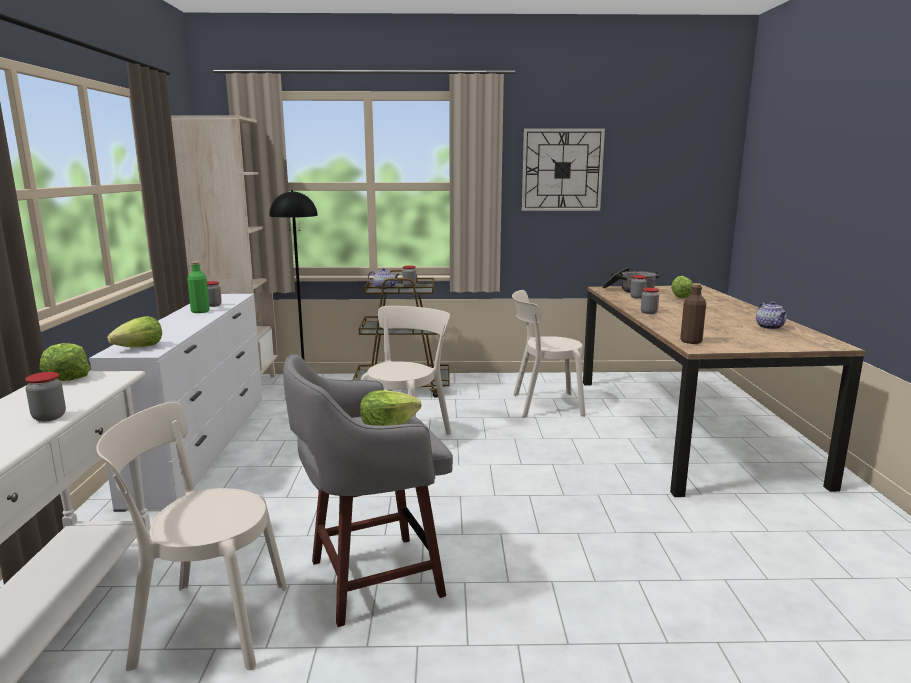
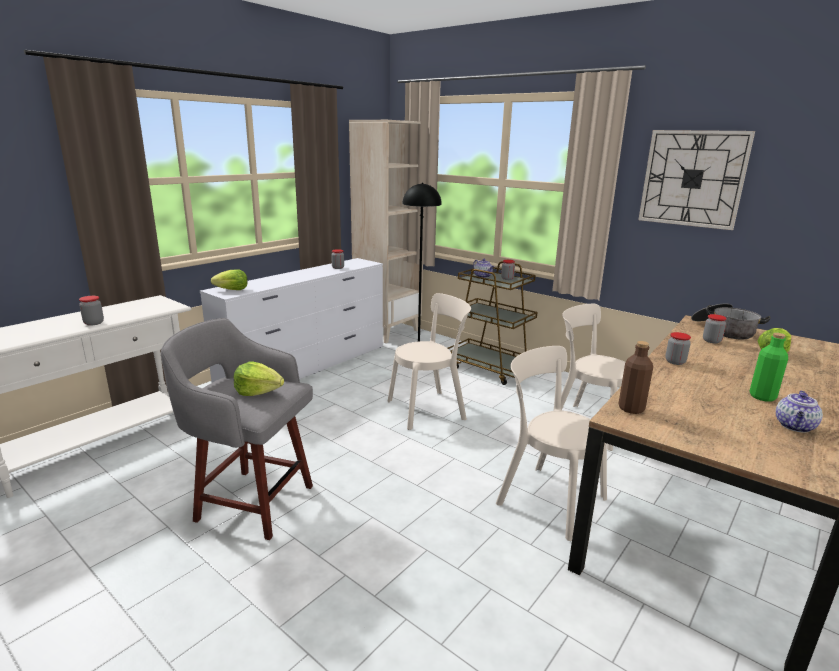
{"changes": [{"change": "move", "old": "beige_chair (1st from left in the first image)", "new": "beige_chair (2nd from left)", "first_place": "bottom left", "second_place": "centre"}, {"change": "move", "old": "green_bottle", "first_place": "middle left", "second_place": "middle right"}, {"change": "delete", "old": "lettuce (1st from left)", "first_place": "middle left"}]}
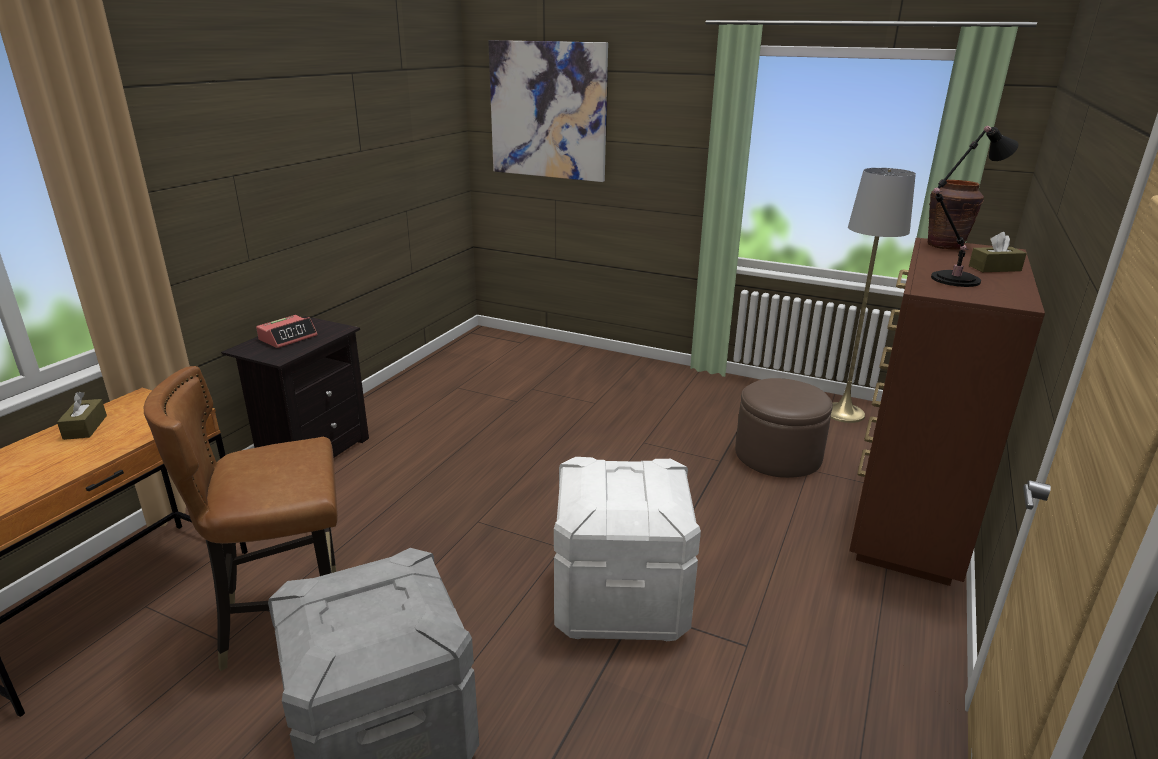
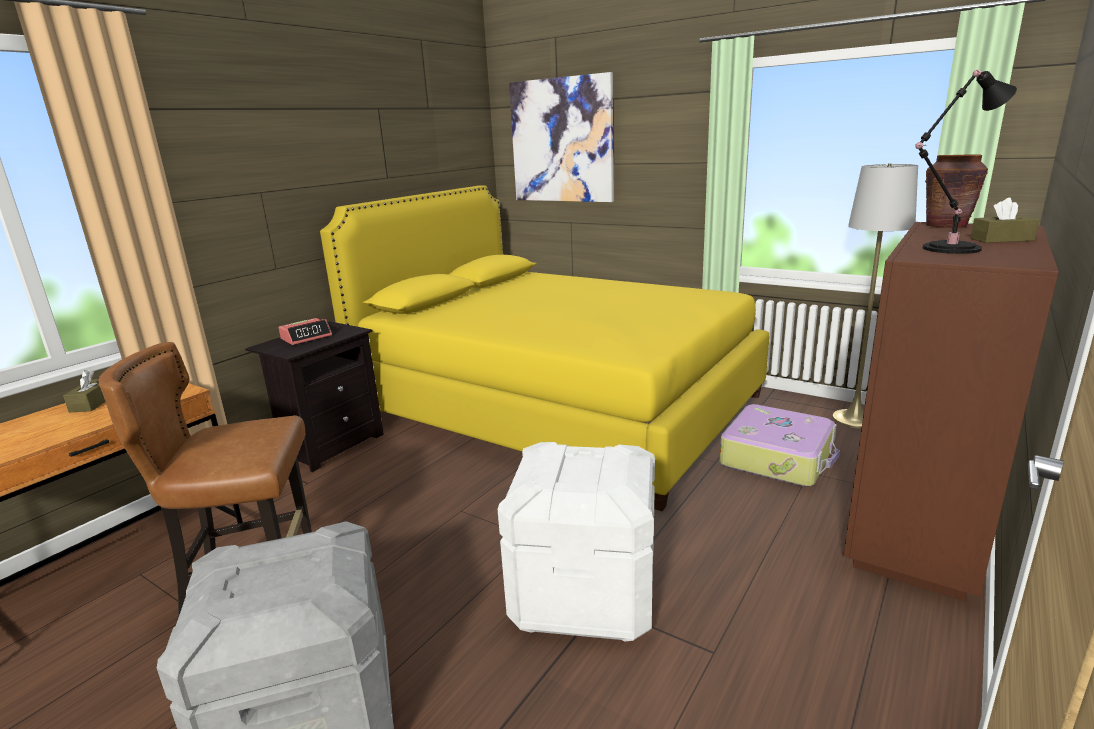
{"changes": [{"change": "insert", "new": "yellow_bed", "second_place": "centre"}, {"change": "replace", "old": "brown_ottoman", "new": "suitcase", "first_place": "middle right", "second_place": "middle right"}]}
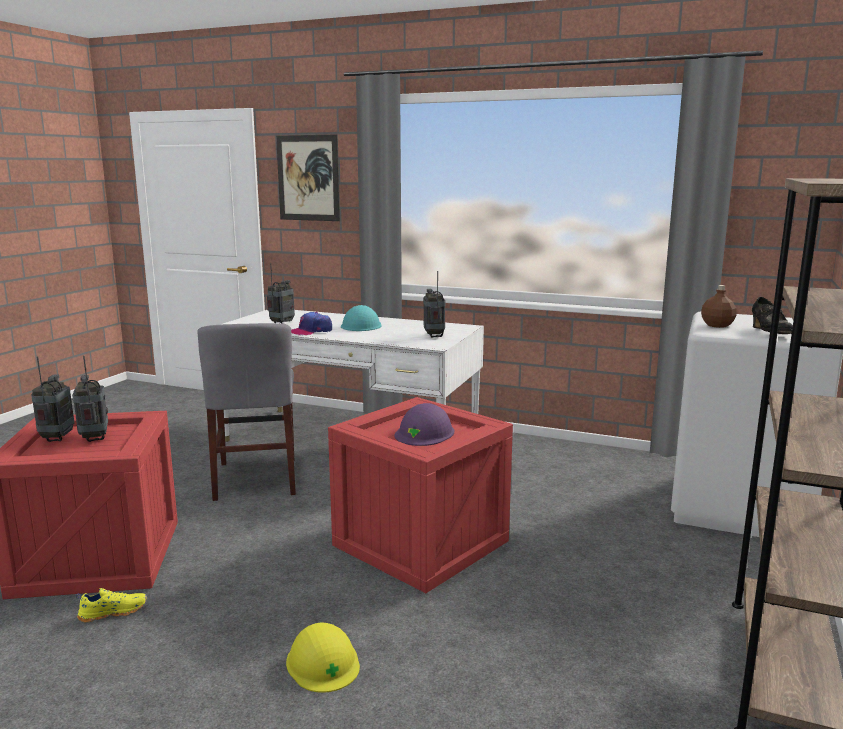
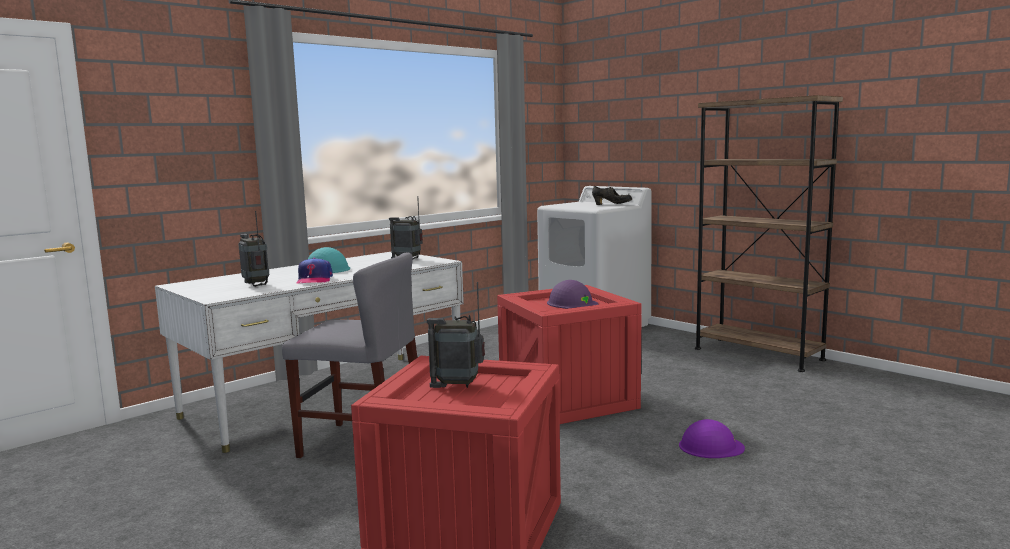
{"changes": [{"change": "recolor", "old": "yellow_hard_hat", "new": "purple_hard_hat (2nd from left)", "first_place": "bottom centre", "second_place": "bottom right"}, {"change": "delete", "old": "radio (1st from left)", "first_place": "middle left"}, {"change": "delete", "old": "yellow_shoe", "first_place": "bottom left"}, {"change": "delete", "old": "picture", "first_place": "top centre"}, {"change": "delete", "old": "brown_bottle", "first_place": "middle right"}]}
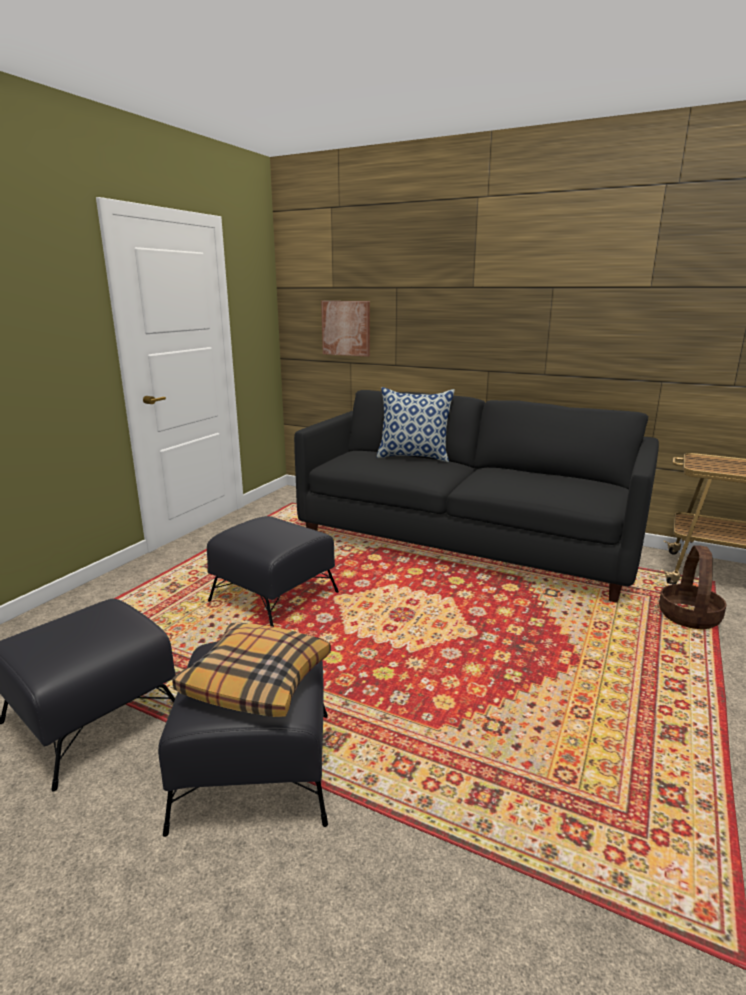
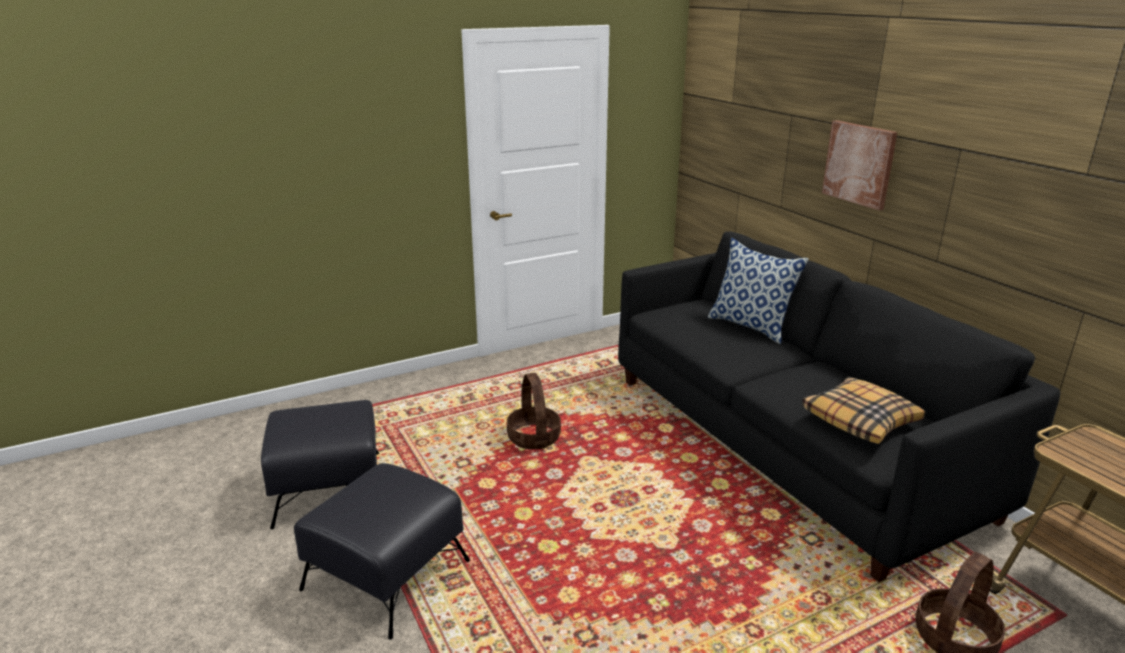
{"changes": [{"change": "replace", "old": "black_ottoman (3rd from left)", "new": "basket (1st from left)", "first_place": "centre", "second_place": "centre"}, {"change": "move", "old": "pillow (1st from left in the first image)", "new": "pillow (2nd from left)", "first_place": "bottom centre", "second_place": "middle right"}, {"change": "move", "old": "picture", "first_place": "top centre", "second_place": "top right"}]}
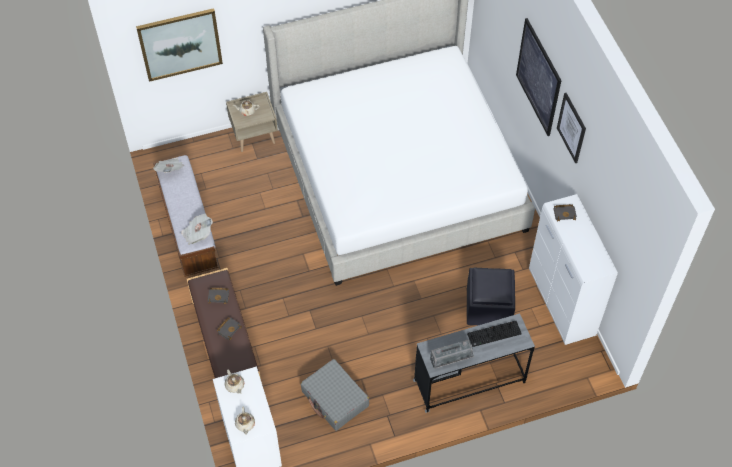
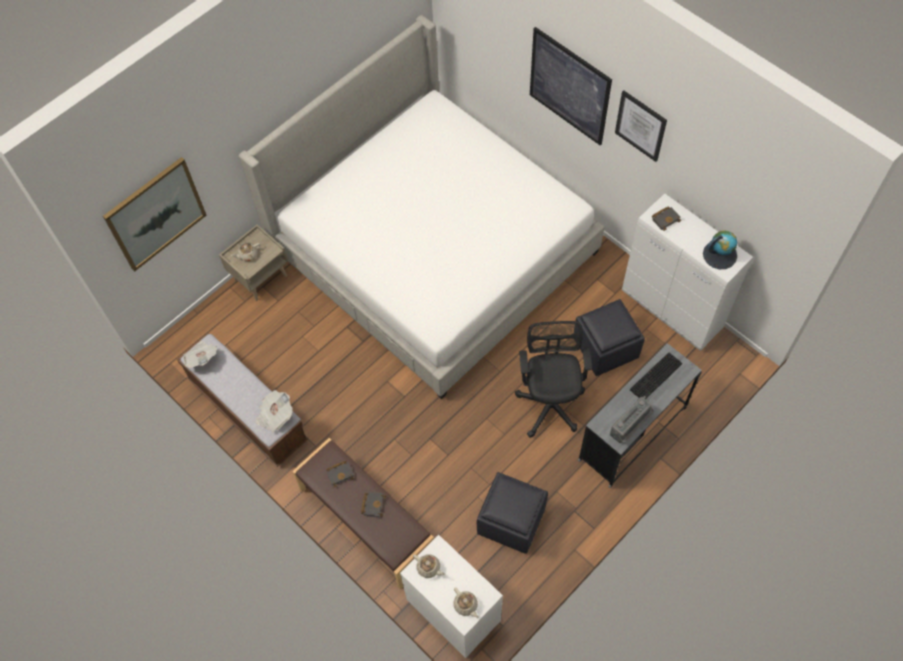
{"changes": [{"change": "replace", "old": "grey_suitcase", "new": "black_ottoman (1st from left)", "first_place": "bottom centre", "second_place": "bottom centre"}, {"change": "insert", "new": "black_office_chair", "second_place": "centre"}, {"change": "insert", "new": "globe", "second_place": "middle right"}]}
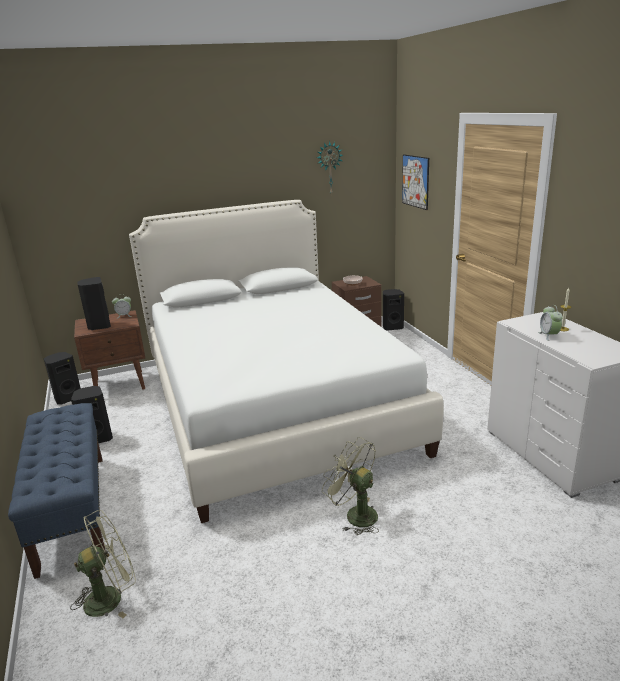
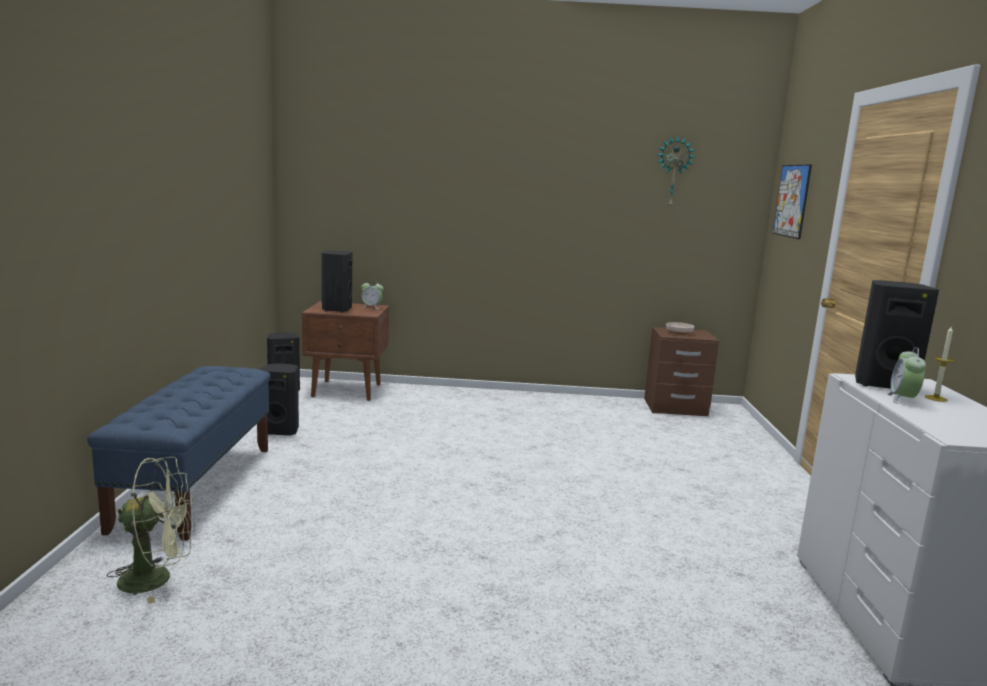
{"changes": [{"change": "move", "old": "black_speaker (4th from left)", "first_place": "centre", "second_place": "middle right"}, {"change": "delete", "old": "white_bed", "first_place": "centre"}, {"change": "delete", "old": "green_fan (2nd from left)", "first_place": "bottom centre"}]}
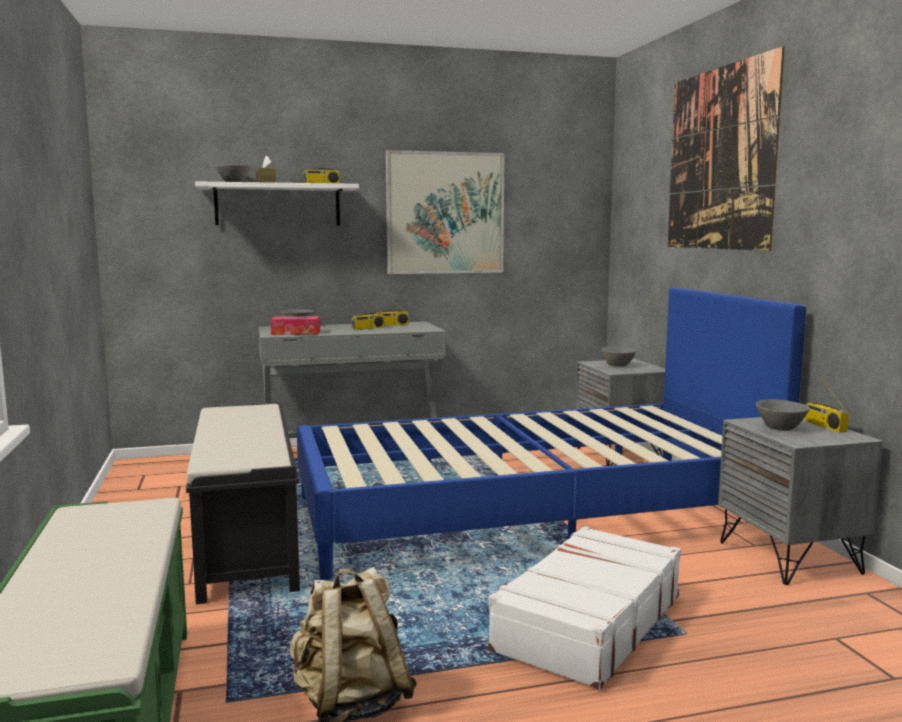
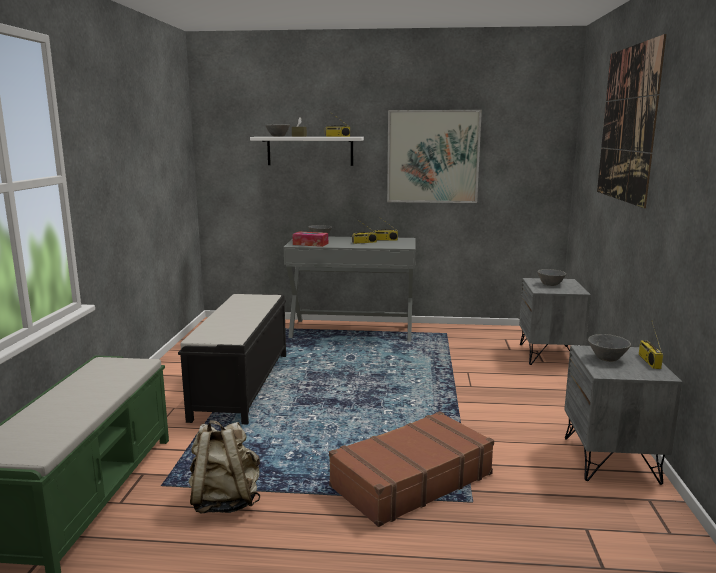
{"changes": [{"change": "recolor", "old": "white_suitcase", "new": "brown_suitcase", "first_place": "bottom centre", "second_place": "bottom centre"}, {"change": "delete", "old": "blue_bed", "first_place": "centre"}]}
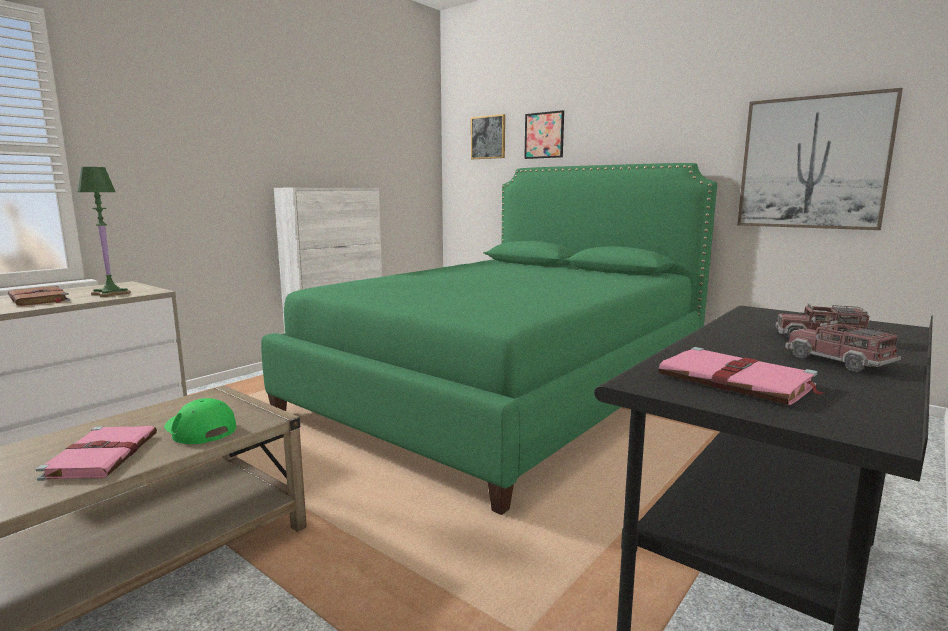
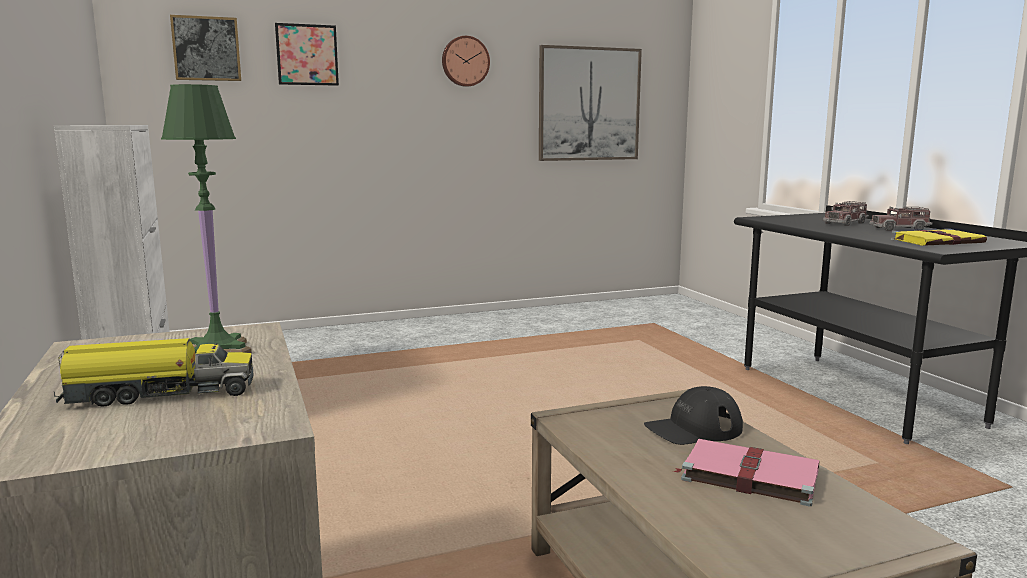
{"changes": [{"change": "replace", "old": "brown_book", "new": "toy_truck (1st from left)", "first_place": "middle left", "second_place": "middle left"}, {"change": "insert", "new": "wall_clock", "second_place": "top centre"}, {"change": "recolor", "old": "green_cap", "new": "black_cap", "first_place": "bottom left", "second_place": "bottom right"}, {"change": "recolor", "old": "pink_book (2nd from left)", "new": "yellow_book", "first_place": "middle right", "second_place": "middle right"}, {"change": "delete", "old": "green_bed", "first_place": "centre"}]}
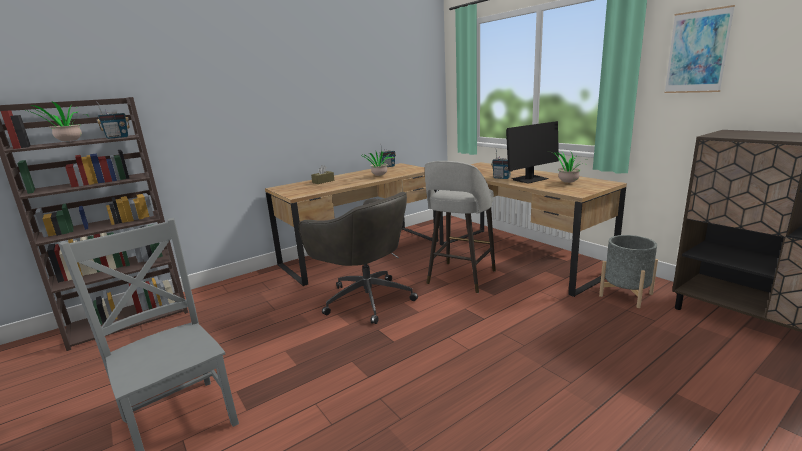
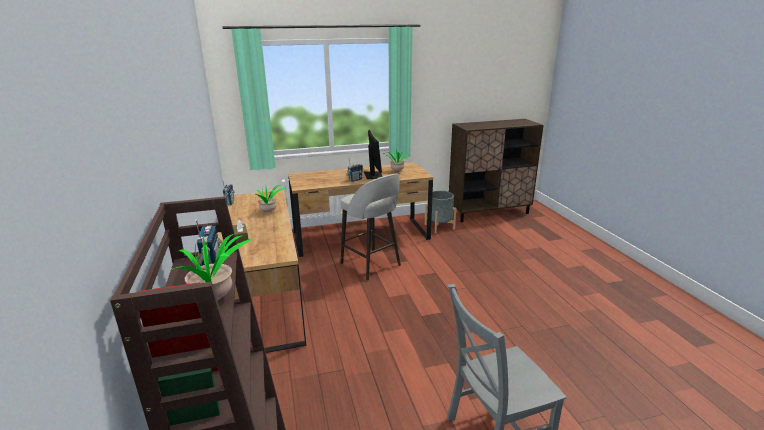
{"changes": [{"change": "delete", "old": "grey_office_chair", "first_place": "centre"}, {"change": "delete", "old": "picture", "first_place": "top right"}]}
